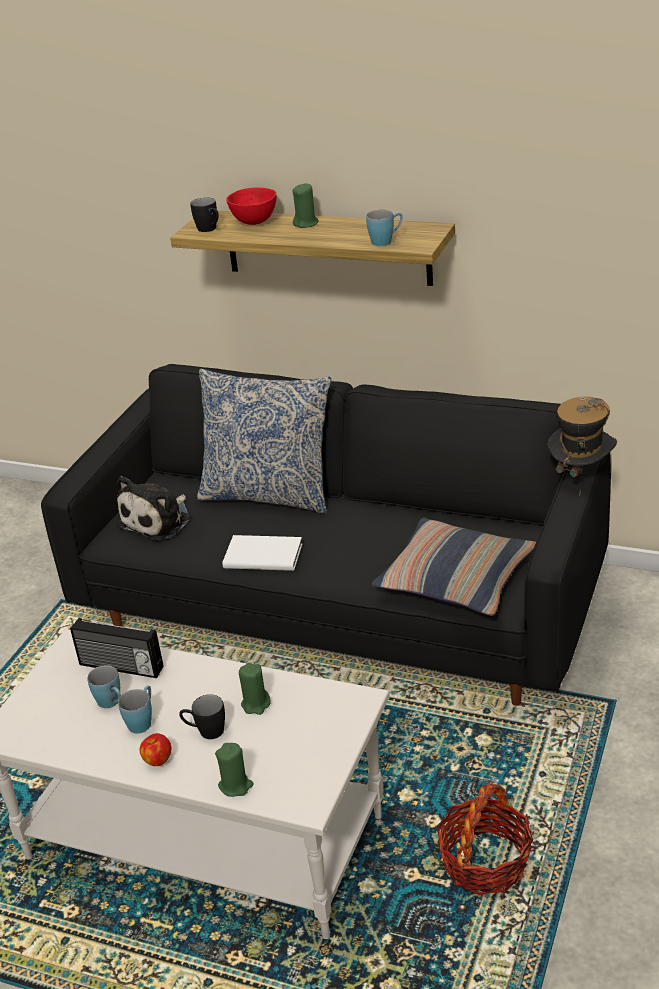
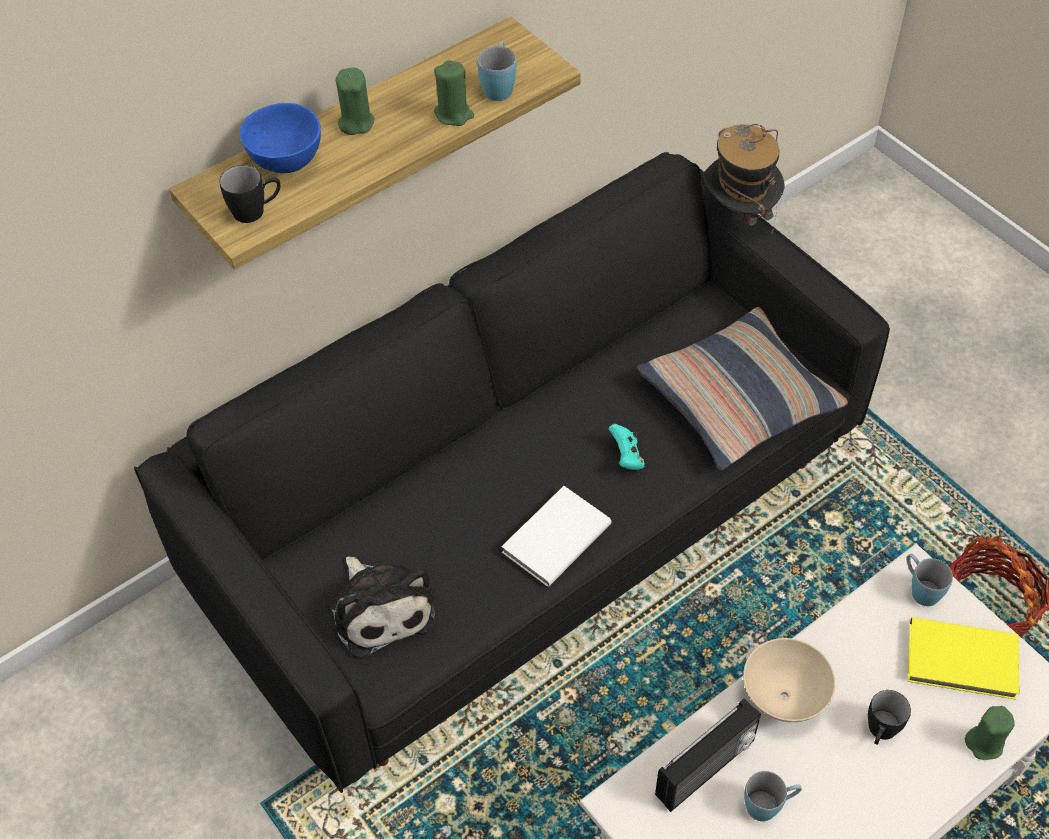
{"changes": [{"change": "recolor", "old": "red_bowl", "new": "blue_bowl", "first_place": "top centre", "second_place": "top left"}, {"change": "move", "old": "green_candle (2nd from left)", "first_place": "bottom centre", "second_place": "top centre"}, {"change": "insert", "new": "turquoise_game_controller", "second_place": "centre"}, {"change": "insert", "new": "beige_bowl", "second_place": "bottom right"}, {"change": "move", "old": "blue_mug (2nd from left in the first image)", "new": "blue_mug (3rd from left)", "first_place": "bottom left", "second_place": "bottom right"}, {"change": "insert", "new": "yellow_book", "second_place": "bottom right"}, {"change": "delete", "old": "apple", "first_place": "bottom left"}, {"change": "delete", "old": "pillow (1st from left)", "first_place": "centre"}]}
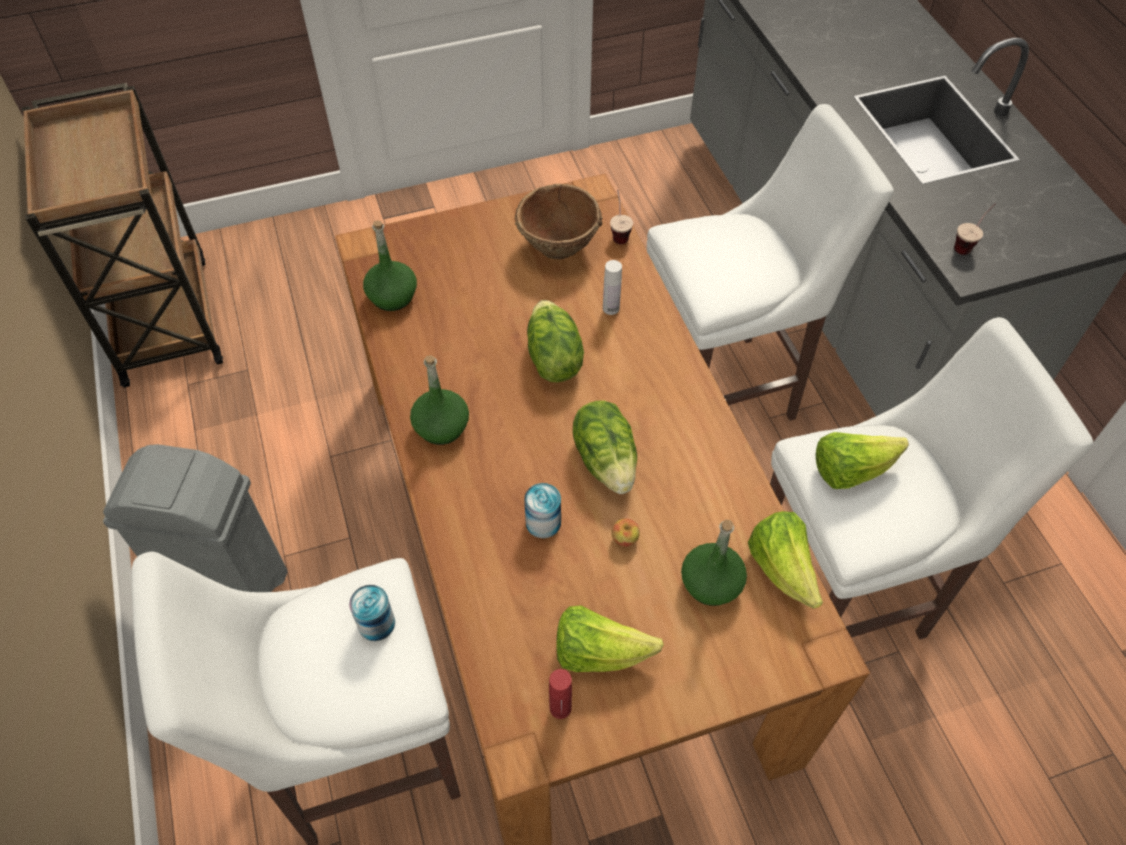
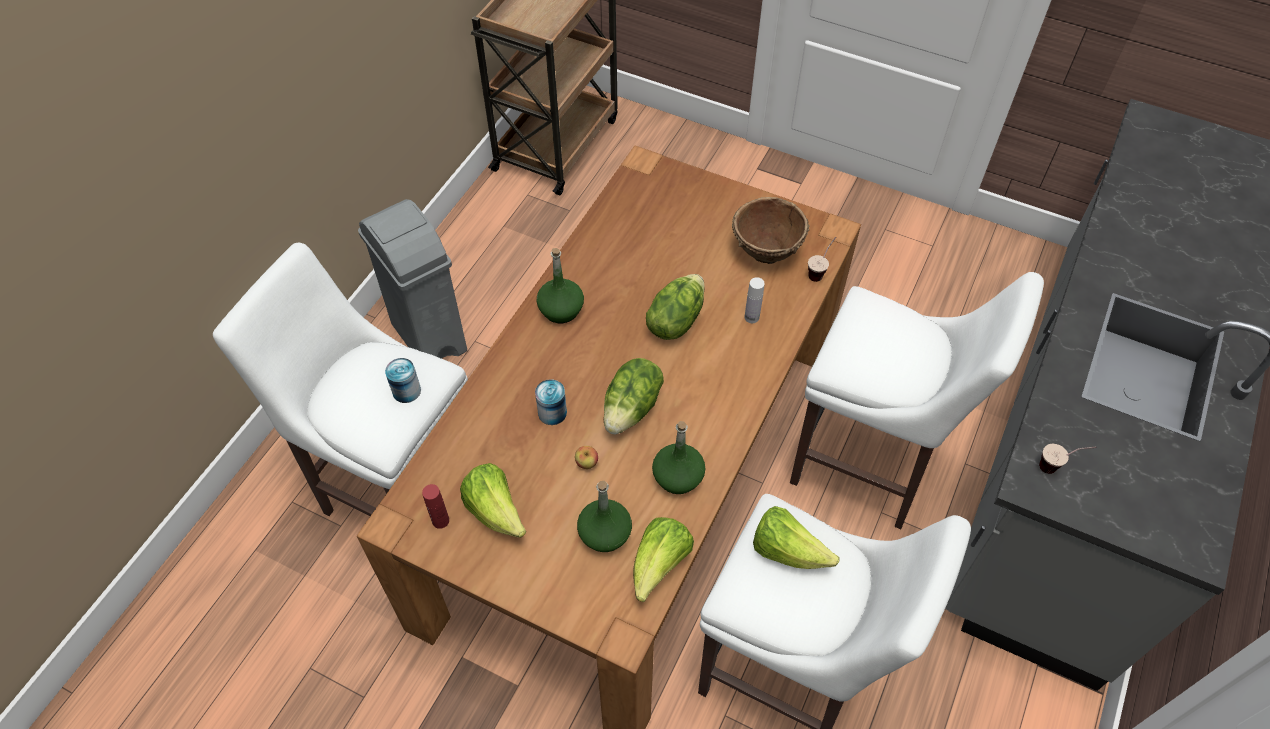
{"changes": [{"change": "move", "old": "green_bottle (1st from left in the first image)", "new": "green_bottle (3rd from left)", "first_place": "top centre", "second_place": "centre"}]}
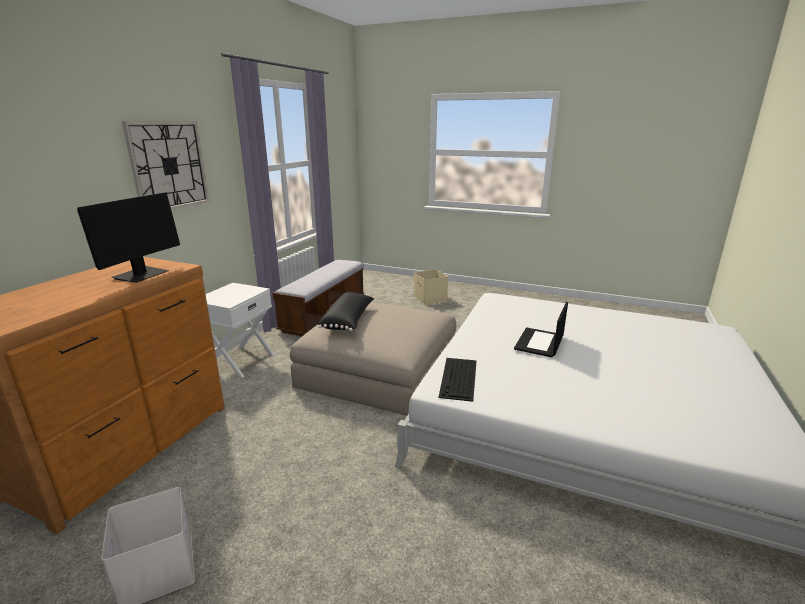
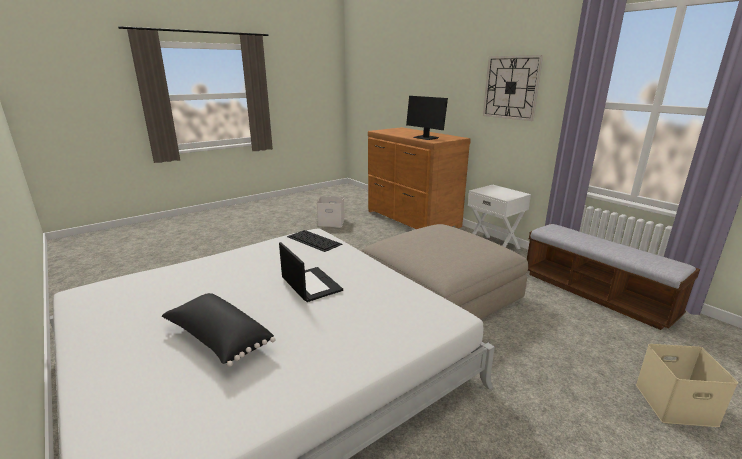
{"changes": [{"change": "move", "old": "black_pillow", "first_place": "centre", "second_place": "bottom left"}]}
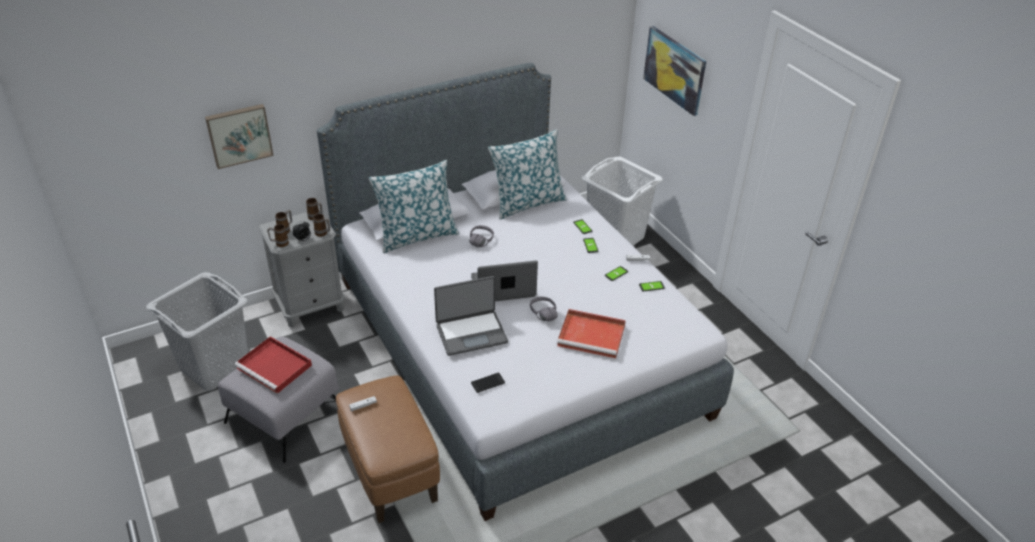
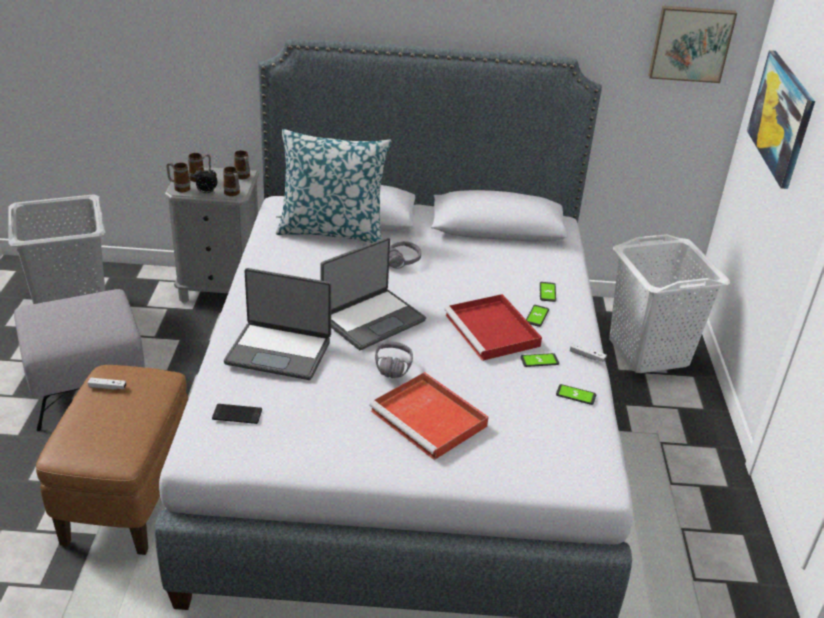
{"changes": [{"change": "rotate", "old": "laptop (2nd from left)", "first_place": "centre", "second_place": "centre", "degrees": 120}, {"change": "move", "old": "red_tray (1st from left in the first image)", "new": "red_tray (2nd from left)", "first_place": "bottom left", "second_place": "centre"}, {"change": "move", "old": "picture (1st from left)", "first_place": "top left", "second_place": "top right"}, {"change": "delete", "old": "pillow (2nd from left)", "first_place": "top centre"}]}
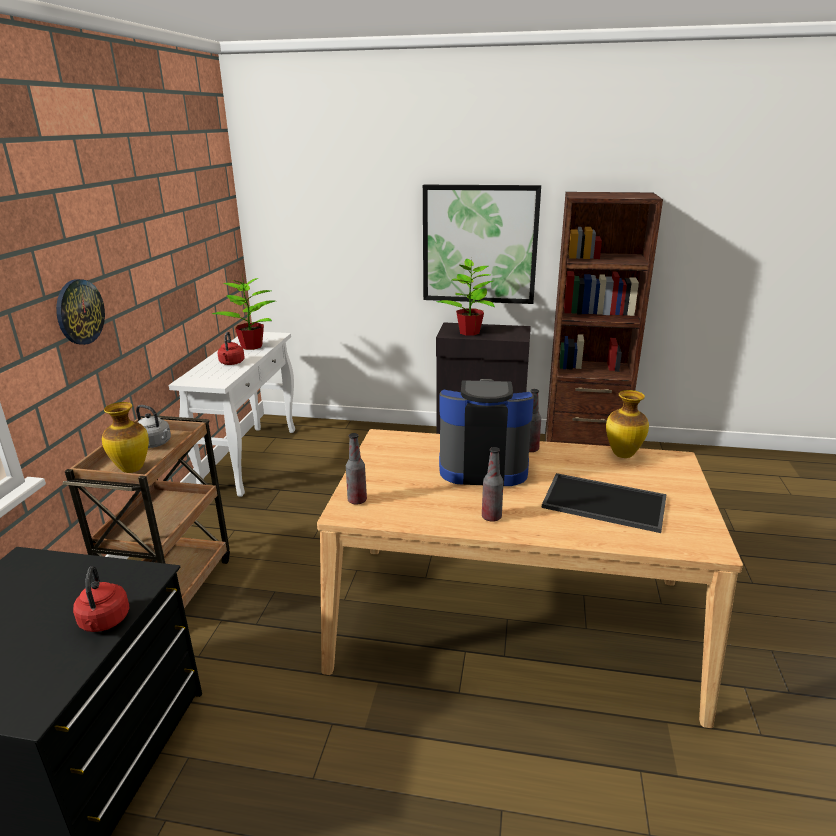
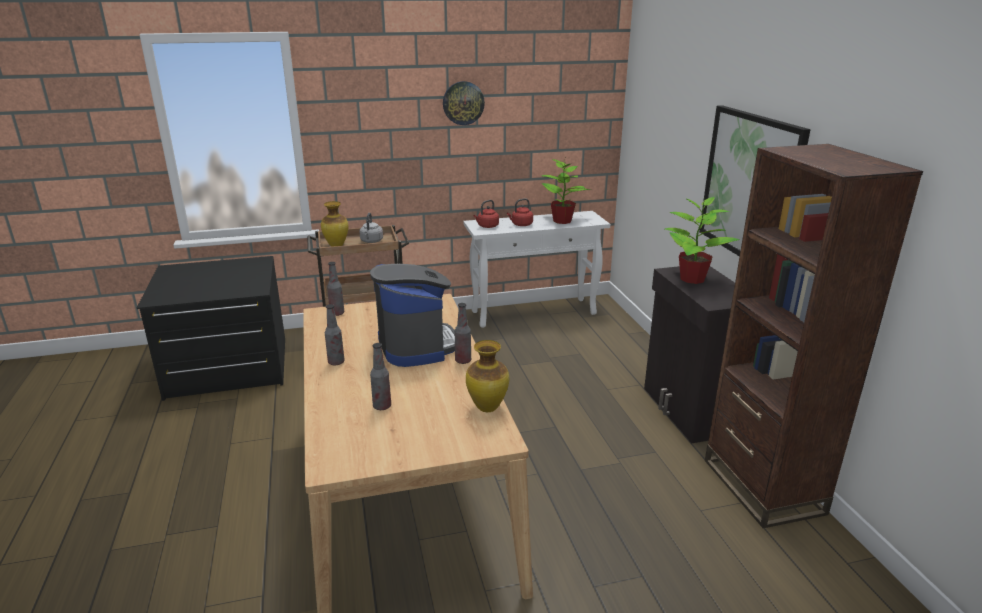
{"changes": [{"change": "replace", "old": "tray", "new": "bottle (3rd from left)", "first_place": "middle right", "second_place": "centre"}, {"change": "move", "old": "wall_clock", "first_place": "middle left", "second_place": "top centre"}, {"change": "move", "old": "red_kettle (1st from left)", "first_place": "bottom left", "second_place": "centre"}]}
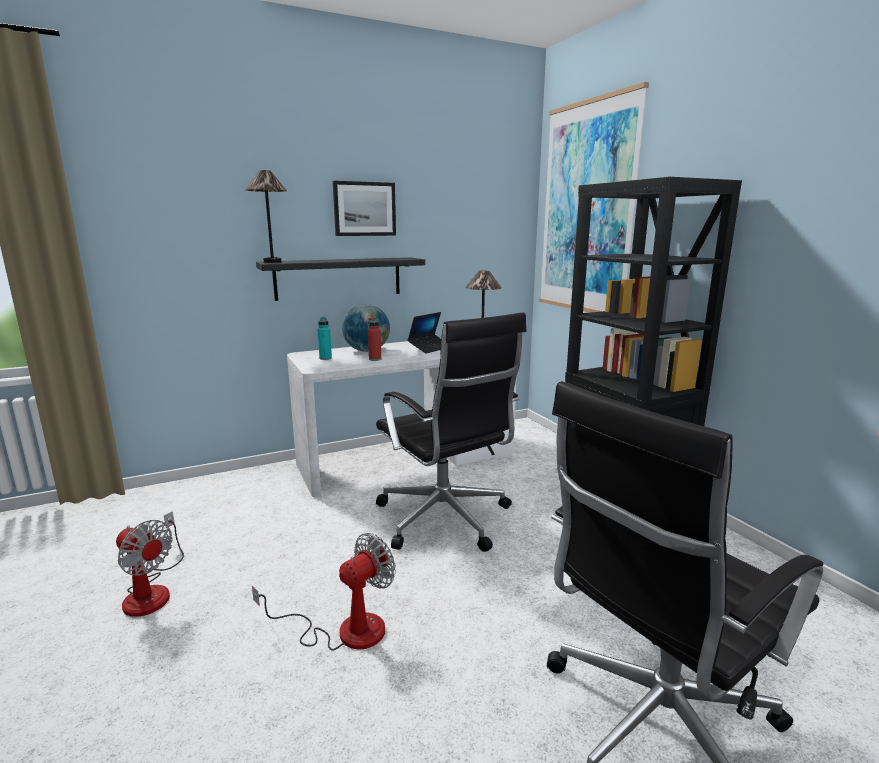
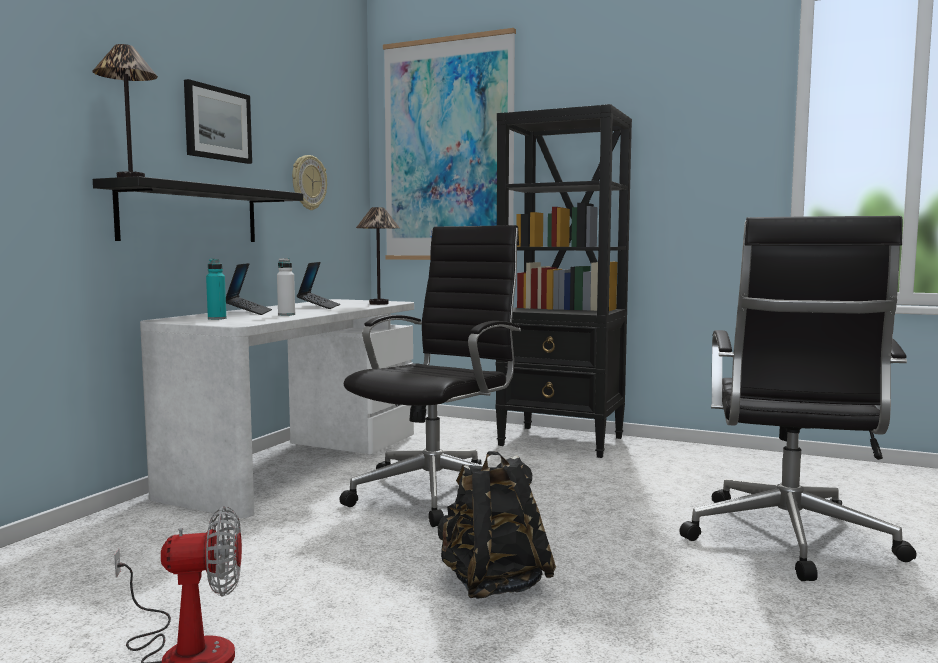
{"changes": [{"change": "replace", "old": "globe", "new": "laptop (1st from left)", "first_place": "centre", "second_place": "middle left"}, {"change": "recolor", "old": "red_bottle", "new": "white_bottle", "first_place": "centre", "second_place": "middle left"}, {"change": "insert", "new": "wall_clock", "second_place": "top left"}, {"change": "rotate", "old": "black_office_chair (1st from left)", "first_place": "centre", "second_place": "centre", "degrees": -75}, {"change": "replace", "old": "fan (2nd from left)", "new": "black_backpack", "first_place": "bottom centre", "second_place": "bottom centre"}]}
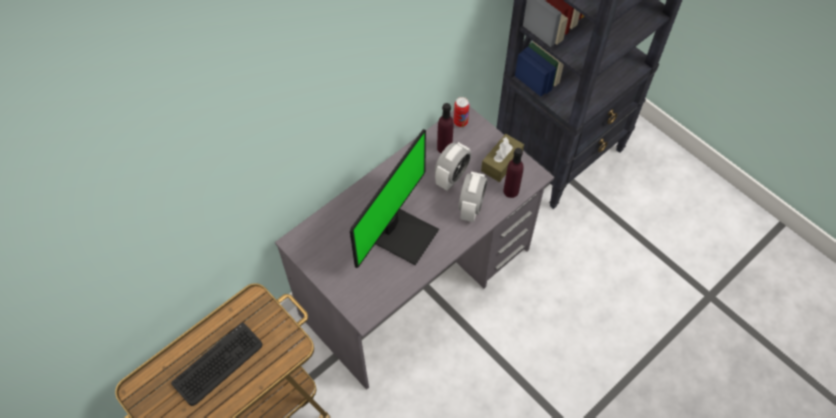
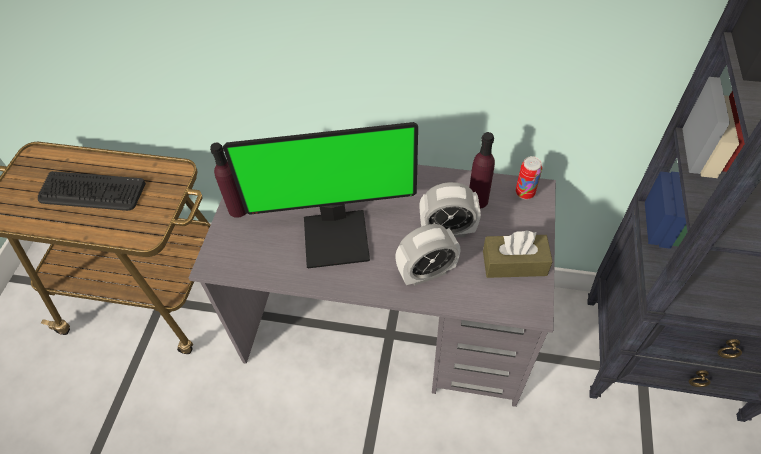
{"changes": [{"change": "move", "old": "purple_bottle (2nd from left in the first image)", "new": "purple_bottle (1st from left)", "first_place": "centre", "second_place": "middle left"}]}
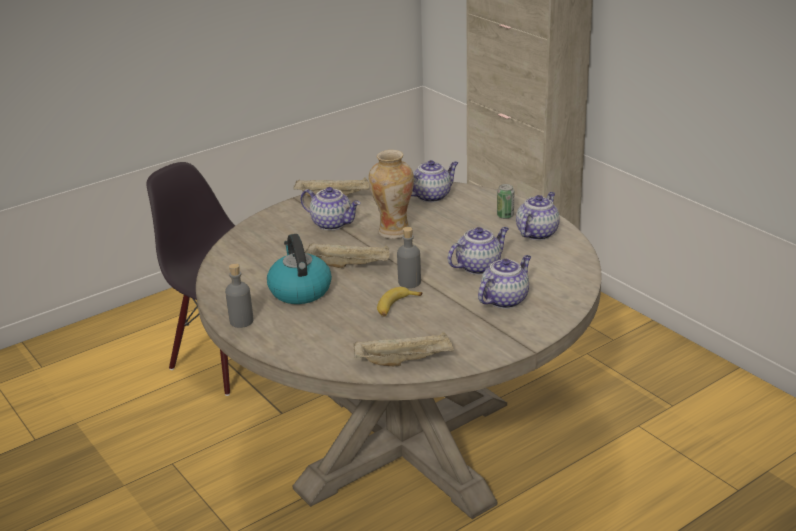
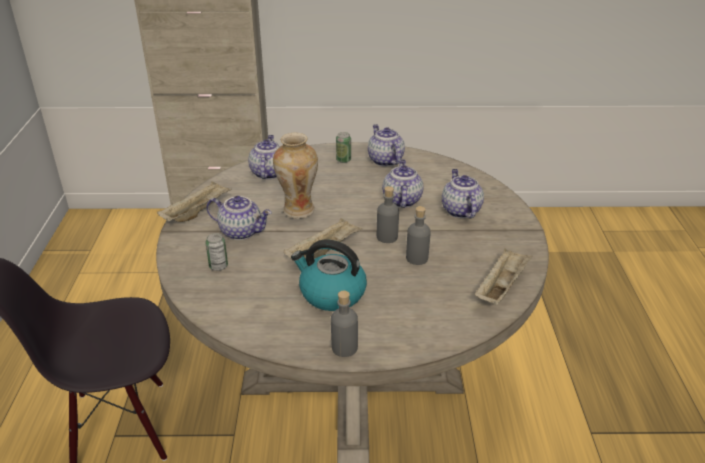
{"changes": [{"change": "rotate", "old": "teapot (1st from left)", "first_place": "centre", "second_place": "centre", "degrees": 45}, {"change": "insert", "new": "can (1st from left)", "second_place": "middle left"}, {"change": "replace", "old": "banana", "new": "grey_bottle (3rd from left)", "first_place": "centre", "second_place": "centre"}]}
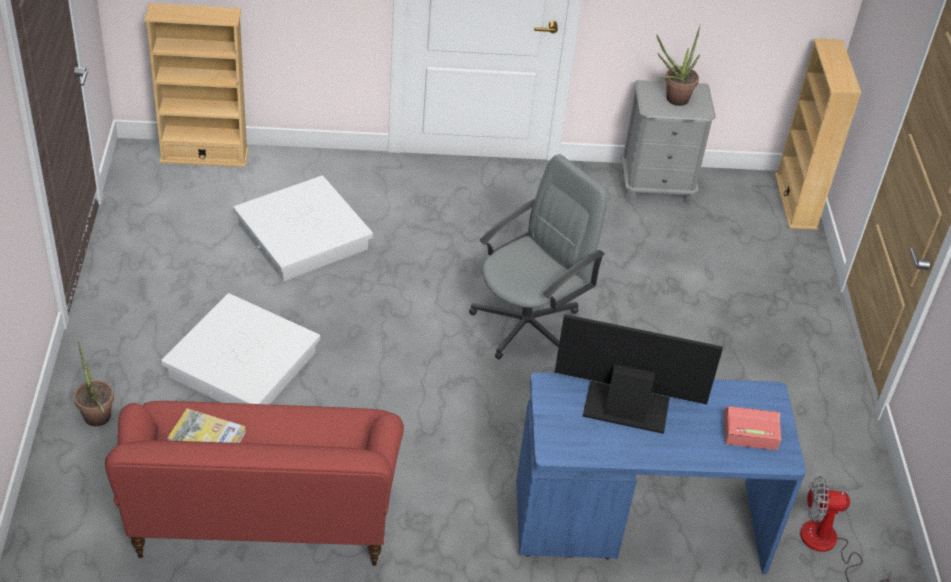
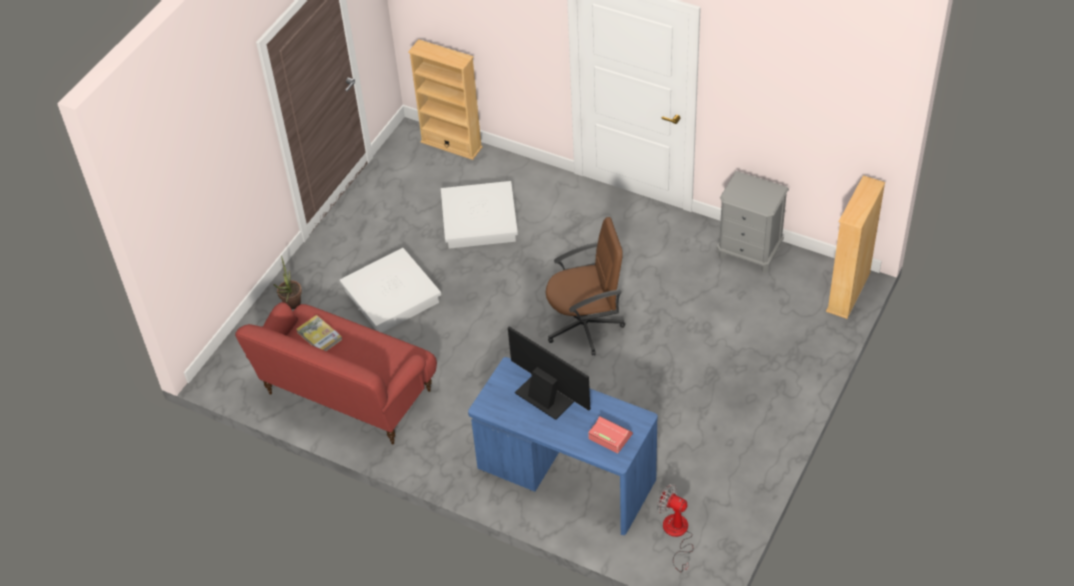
{"changes": [{"change": "recolor", "old": "grey_office_chair", "new": "brown_office_chair", "first_place": "centre", "second_place": "centre"}, {"change": "delete", "old": "potted_plant (2nd from left)", "first_place": "top right"}]}
